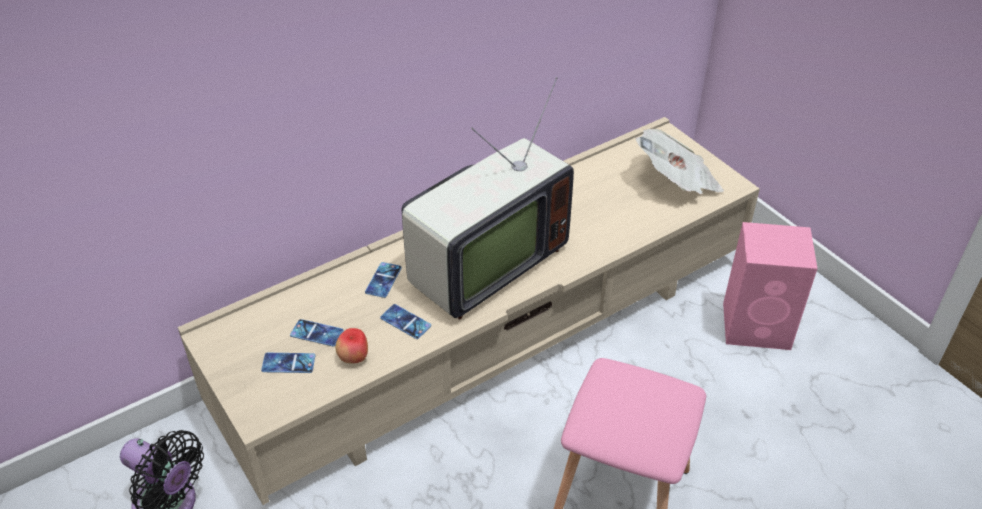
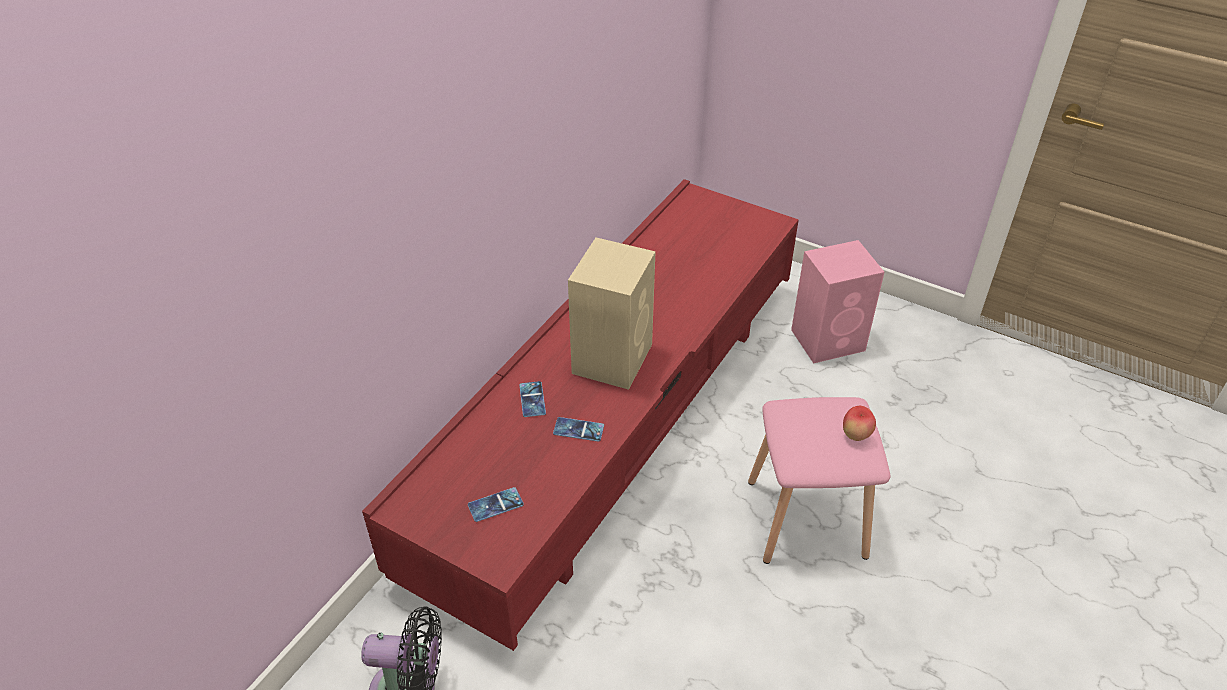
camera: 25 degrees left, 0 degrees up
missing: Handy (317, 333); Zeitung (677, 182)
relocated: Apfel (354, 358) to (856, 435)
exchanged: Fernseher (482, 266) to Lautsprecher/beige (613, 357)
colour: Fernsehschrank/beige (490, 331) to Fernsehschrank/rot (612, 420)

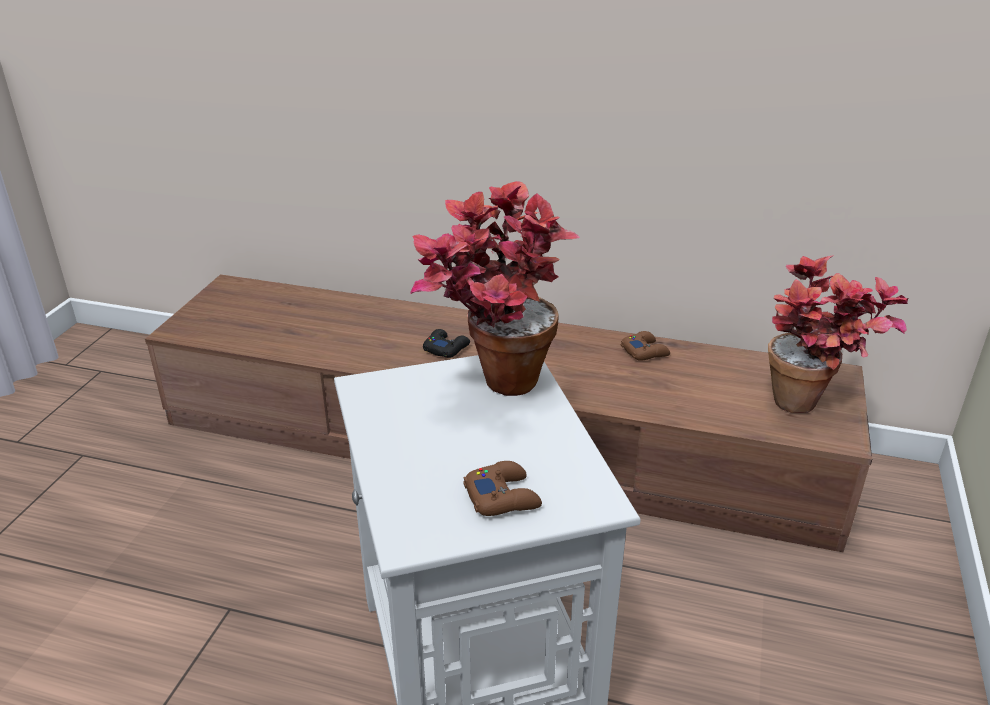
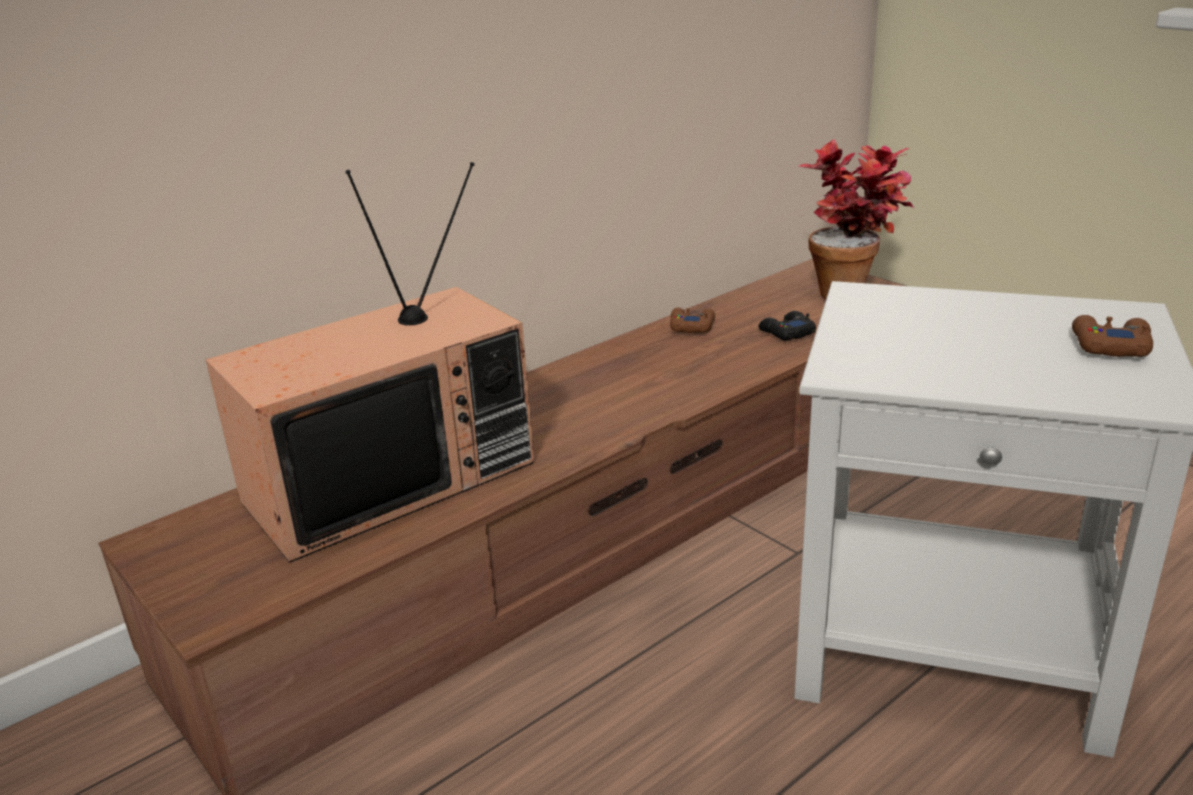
camera: 55 degrees left, 5 degrees down
missing: Topfpflanze (491, 386)
appeared: Fernseher (391, 479)
relocated: Gamepad/schwarz (446, 348) to (786, 332)

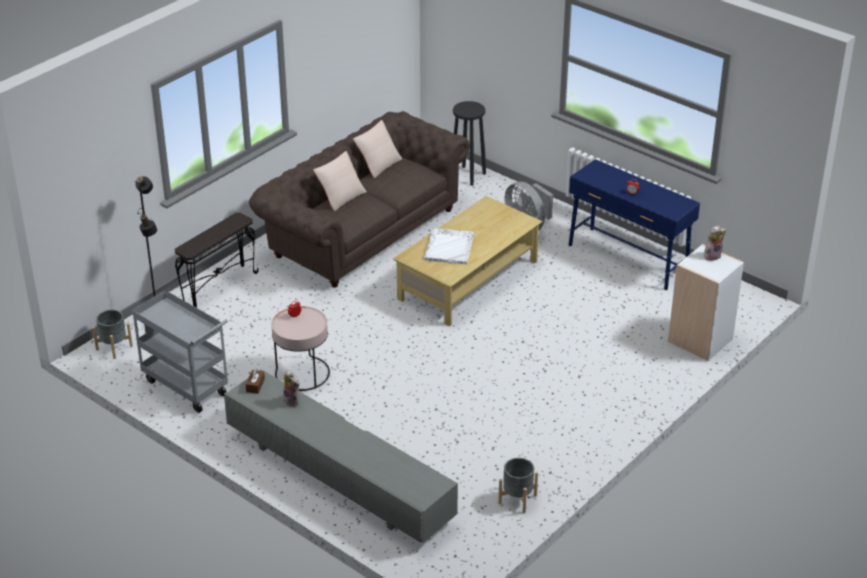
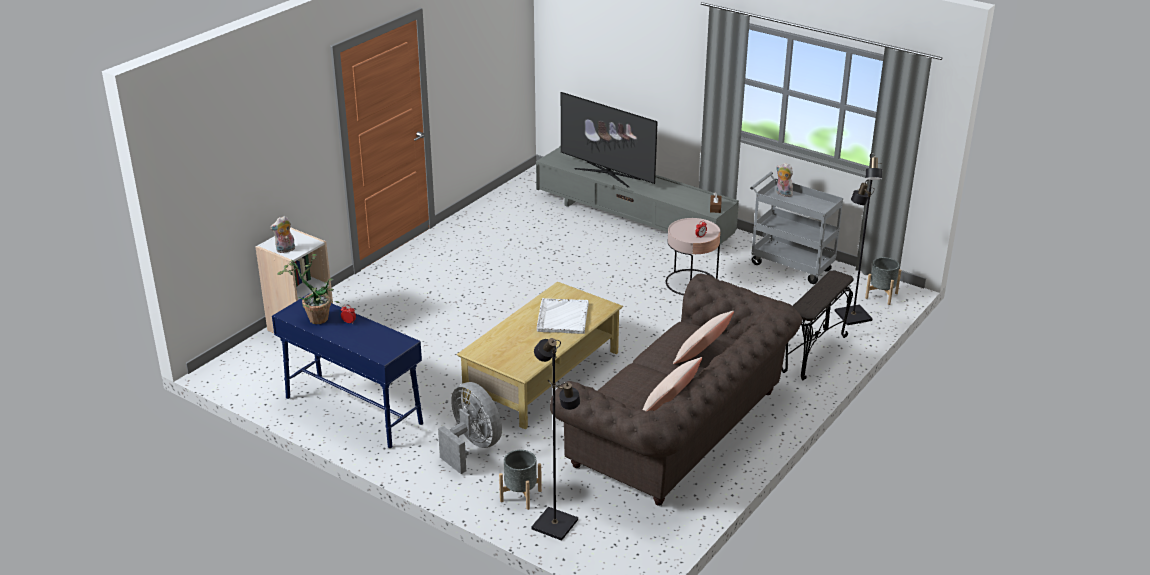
camera: 175 degrees right, 5 degrees down
appeared: Topfpflanze (316, 316); Fernseher (607, 174)
relocated: Plüschtier (293, 401) to (782, 194); Pflanzkübel/grau (517, 499) to (520, 495)
exchanged: Hocker/schwarz (468, 176) to Stehlampe/schwarz (555, 524)

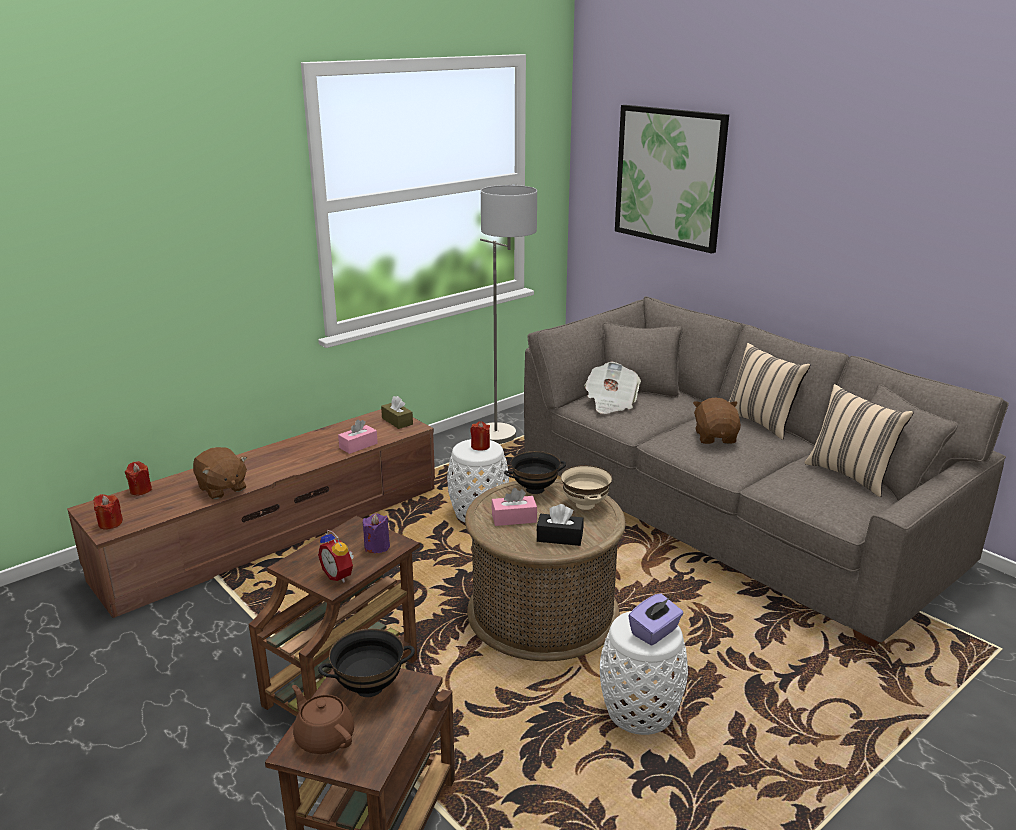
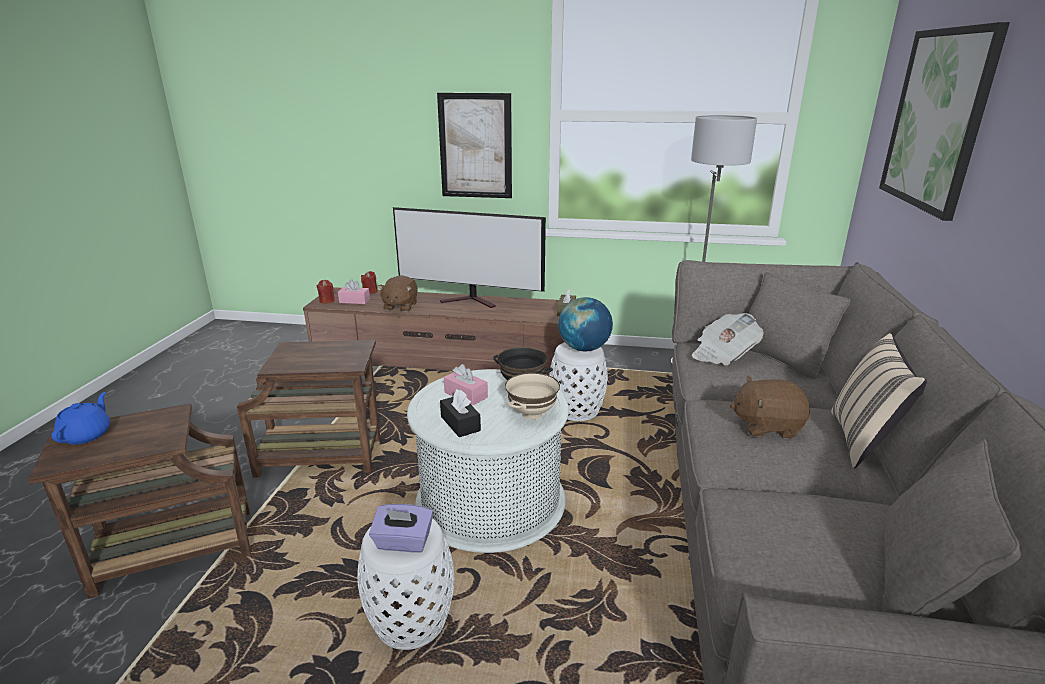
camera: 50 degrees right, 0 degrees up
missing: Wecker (339, 575); Schüssel/schwarz (369, 688); Kerze/lila (377, 547); Kissen/beige (850, 475)
appeared: Fernseher (472, 301); Bild (475, 146)
relocated: Taschentuchbox/rosa (358, 445) to (354, 301)
exchanged: Kerze/rot (480, 446) to Globus (584, 349)
colour: Teekanne/braun (324, 737) to Teekanne/blau (87, 435); Couchtisch/braun (543, 612) to Couchtisch/weiß (491, 500)
spun: Plüschtier/braun (715, 437) = (766, 426) 135 degrees counterclockwise

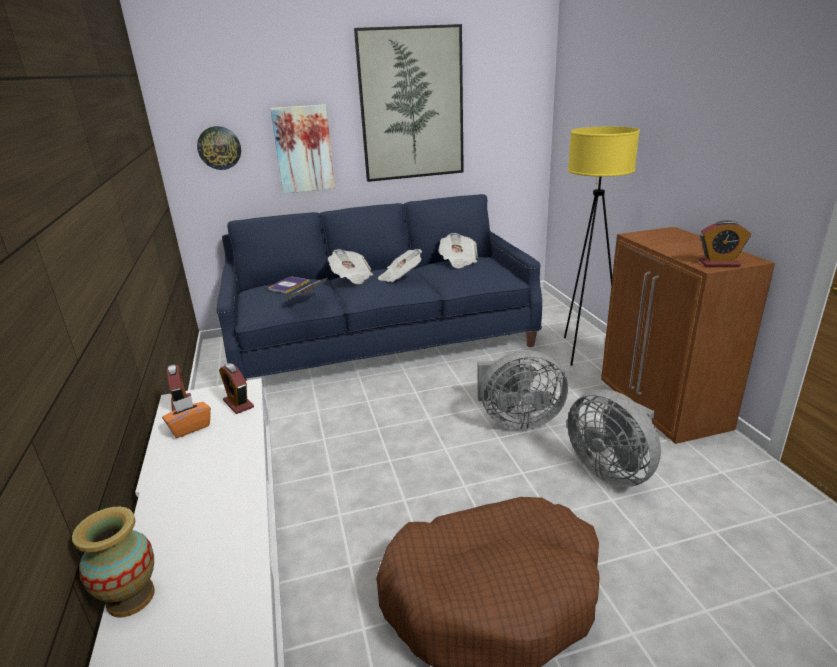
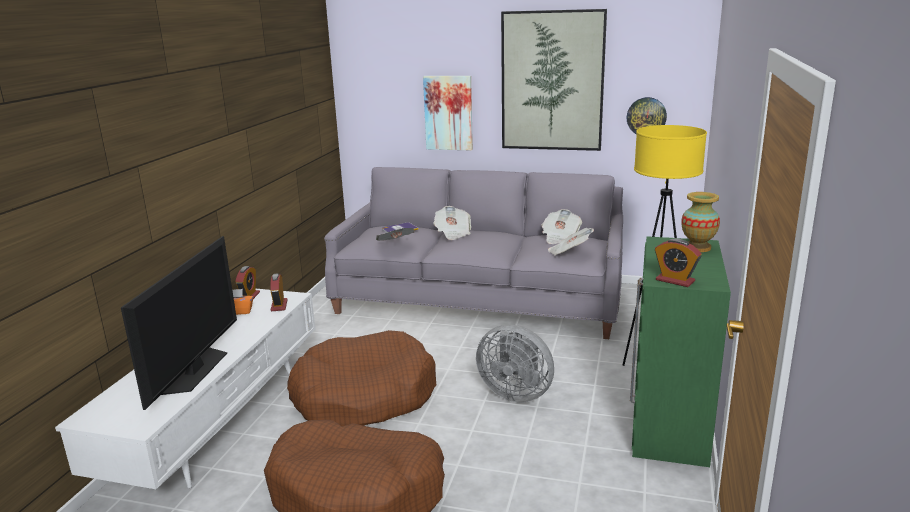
camera: 30 degrees right, 5 degrees down
missing: Ventilator/grau (611, 470)
appeared: Fernseher (195, 370); Hundebett/braun (364, 396)
relocated: Vase (131, 598) to (697, 247); Wanduhr (219, 148) to (646, 116); Zeitung (400, 277) to (569, 252)
colour: Sofa/blau (382, 341) to Sofa/grau (480, 299); Schrank/braun (663, 403) to Schrank/grün (669, 422)

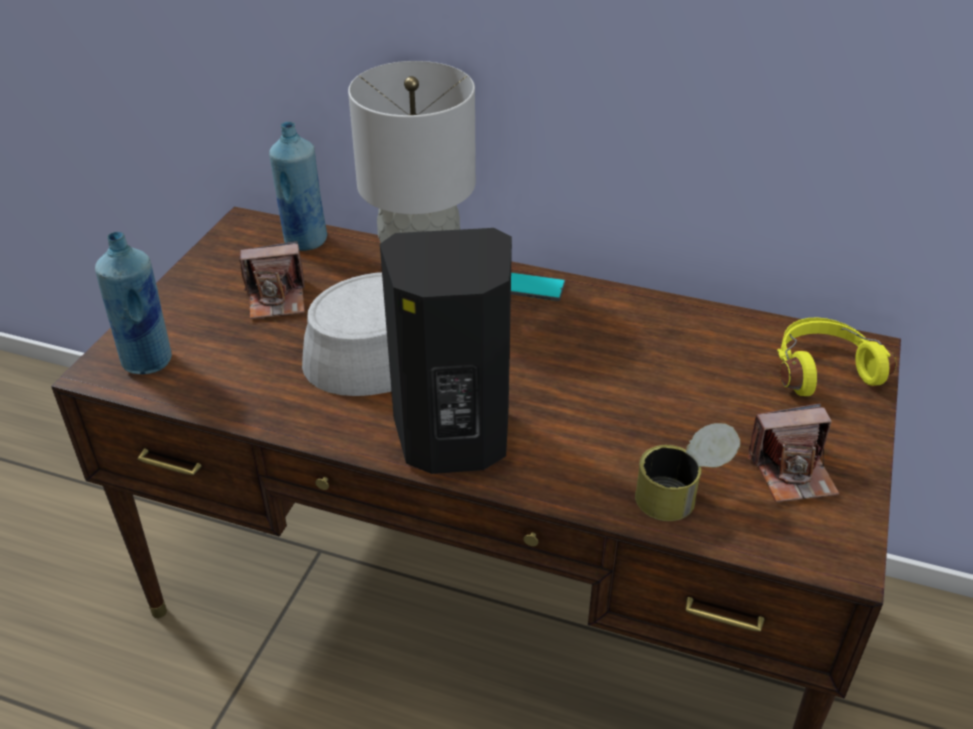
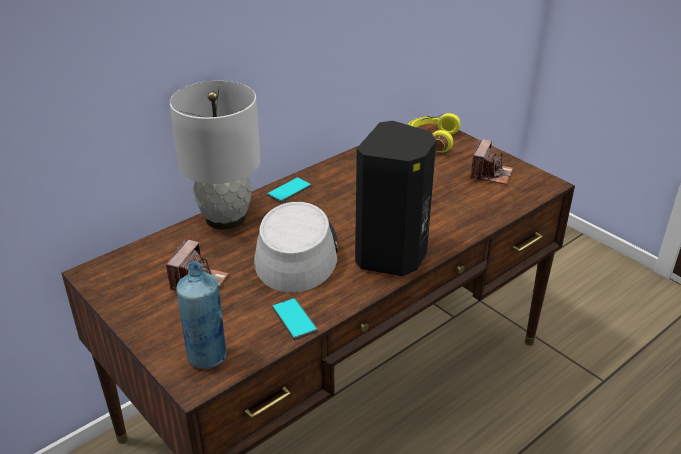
camera: 60 degrees left, 5 degrees down
missing: Flasche/blau (305, 241); Dose (682, 494)
appeared: Handy (294, 319)

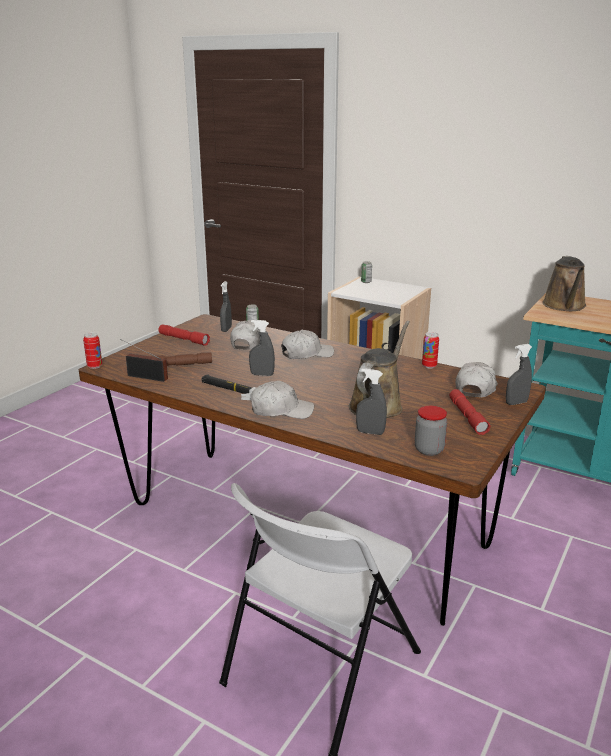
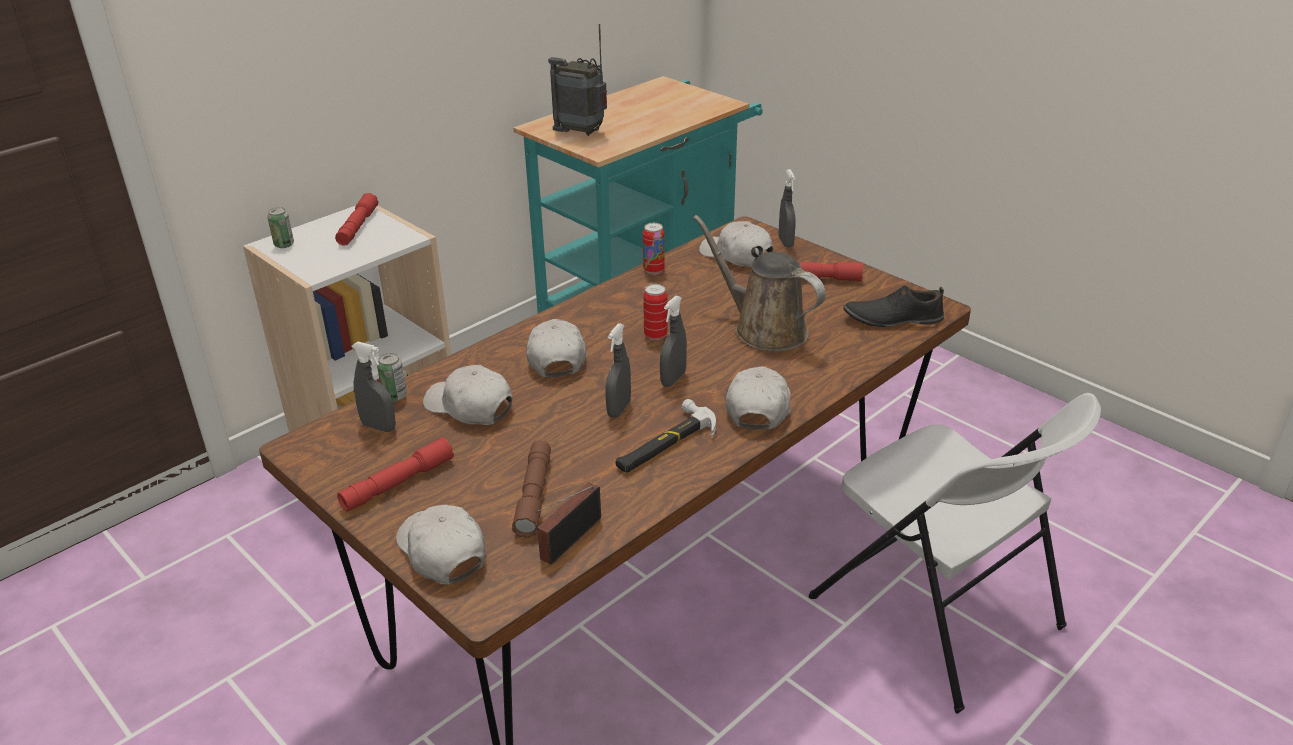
camera: 75 degrees left, 10 degrees up
appeared: Taschenlampe/rot (358, 227); Kappe/weiß (442, 552)
relocated: Dose (94, 366) to (655, 335); Sprühflasche/grau (370, 432) to (673, 379)
exchanged: Vorratsglas (429, 450) to Schuh/schwarz (892, 318); Gießkanne/braun (565, 306) to Radio (581, 132)

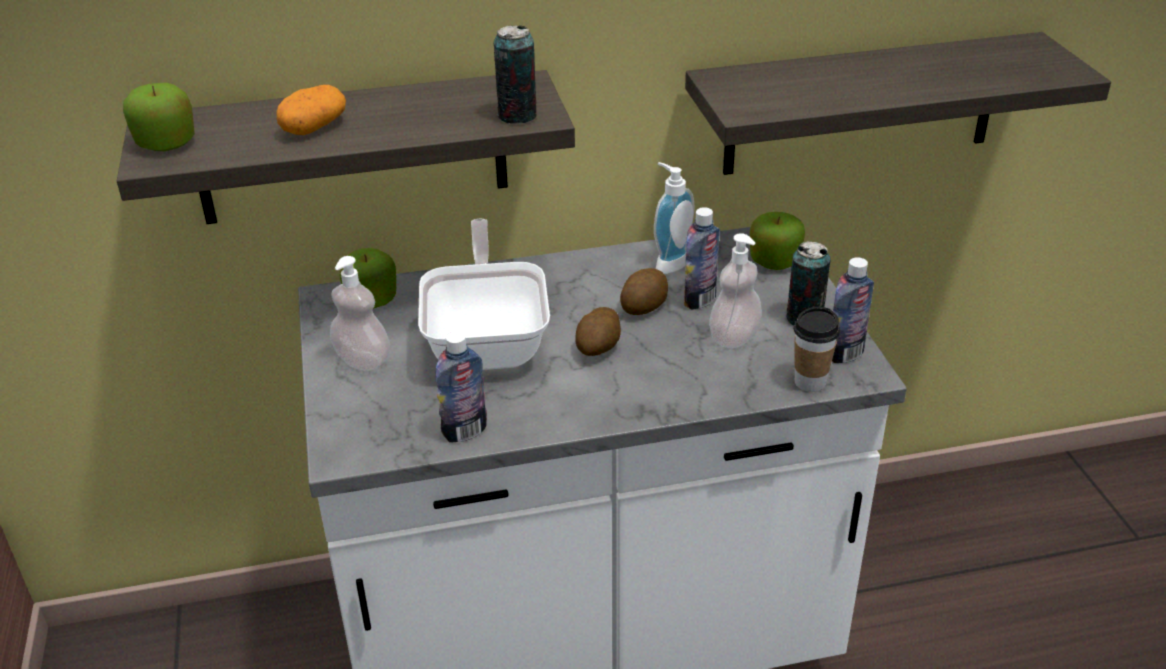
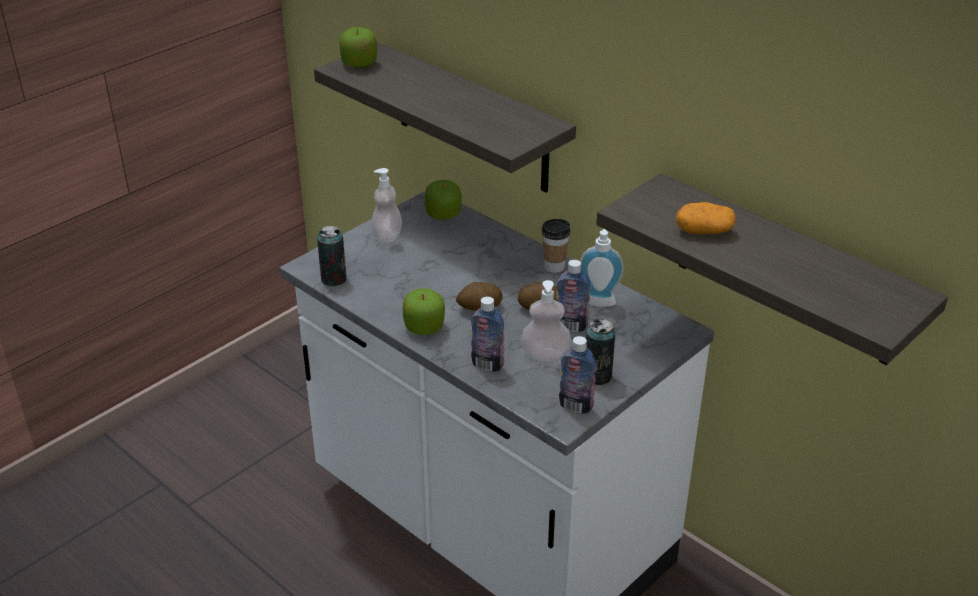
camera: 55 degrees right, 0 degrees up
missing: Pfanne (488, 341)
relocated: Kartoffel (313, 127) to (704, 231); Flasche (465, 431) to (487, 365); Dose (517, 116) to (333, 279); Apfel (774, 261) to (424, 327); Tasse (810, 382) to (554, 267)

